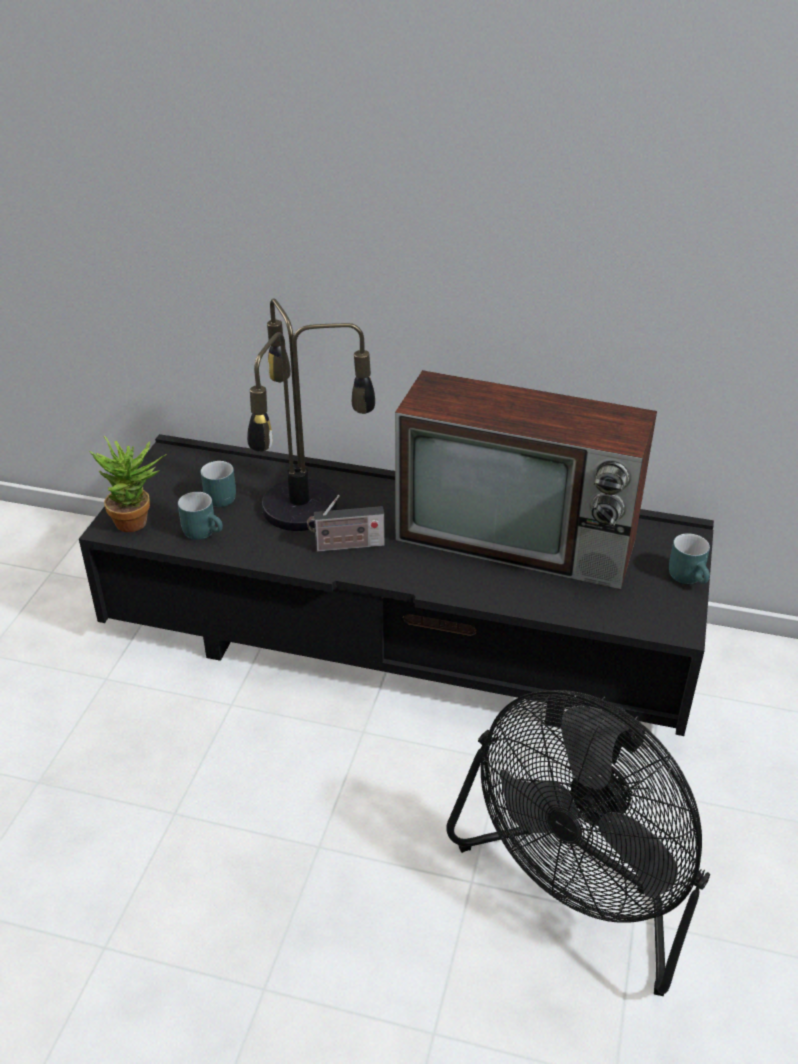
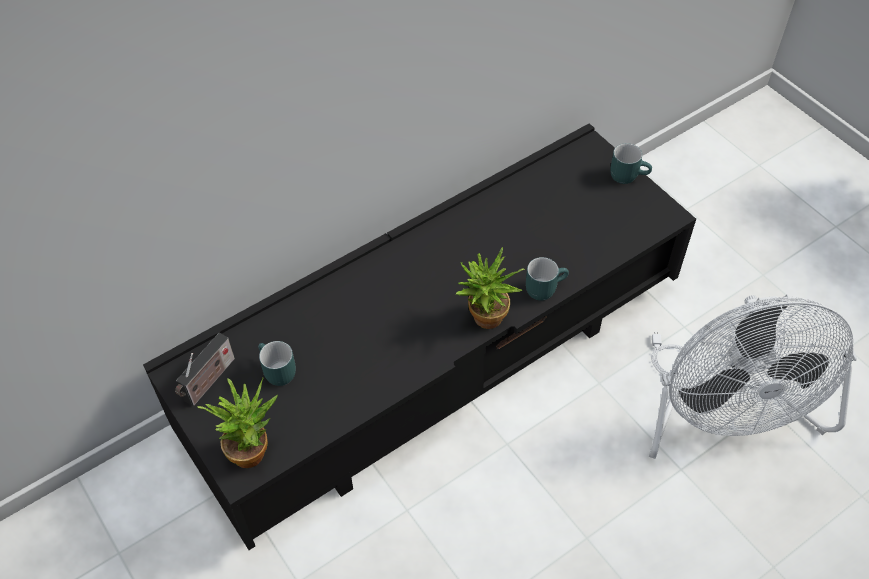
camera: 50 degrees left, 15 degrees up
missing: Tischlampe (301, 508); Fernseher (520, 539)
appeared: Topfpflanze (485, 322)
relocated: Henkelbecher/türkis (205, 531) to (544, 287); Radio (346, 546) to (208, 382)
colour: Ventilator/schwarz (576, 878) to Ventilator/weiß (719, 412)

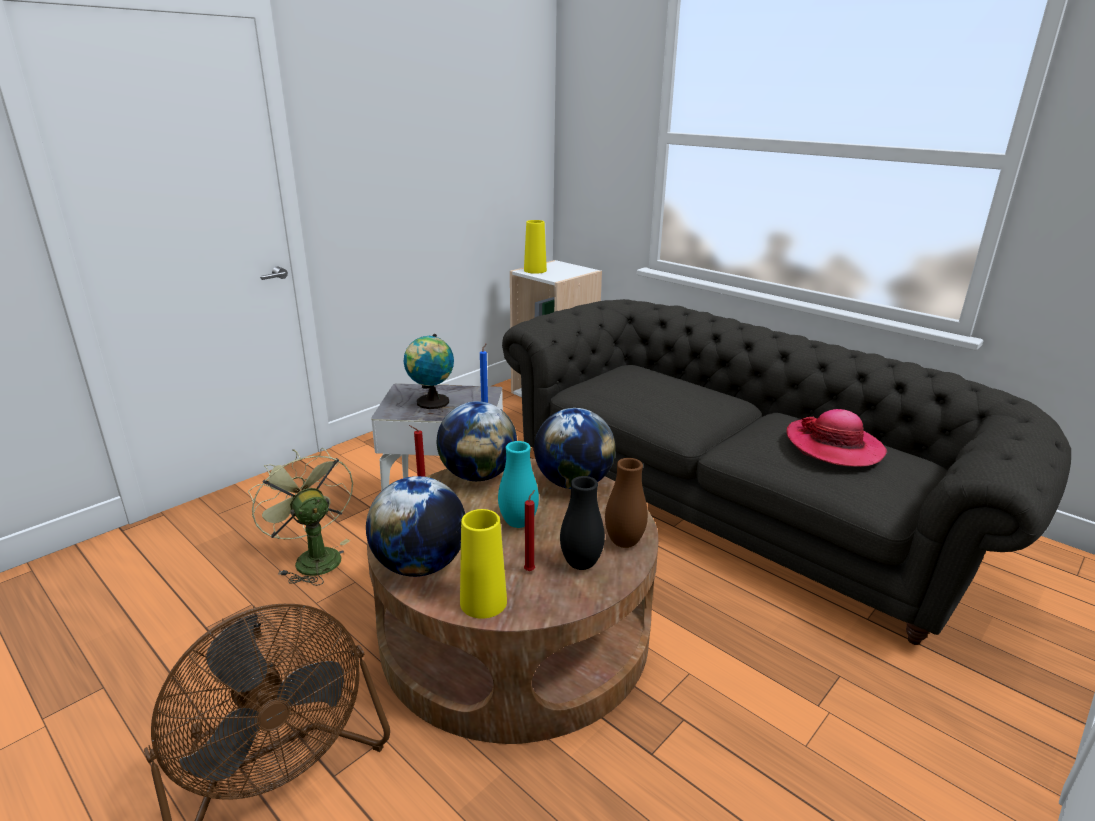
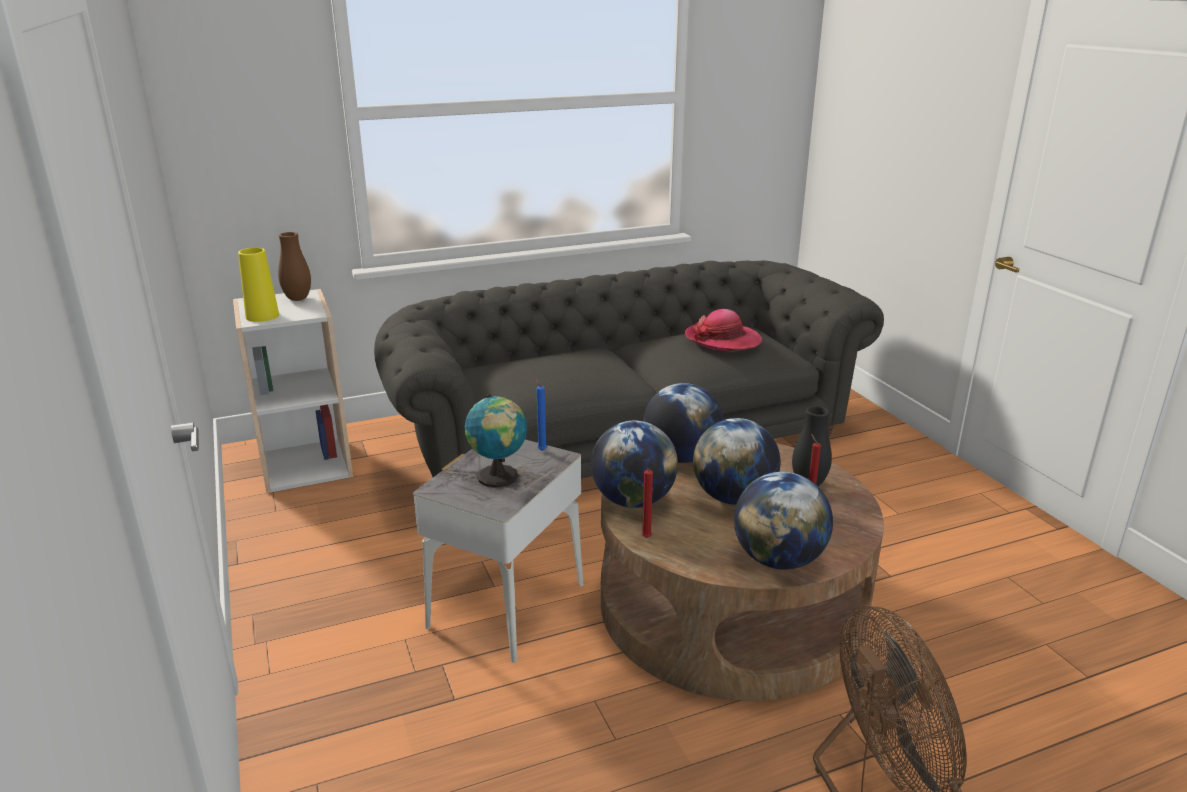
camera: 65 degrees left, 0 degrees up
missing: Ventilator/grün (312, 557); Vase/gelb (483, 602)
relocated: Vase/braun (624, 542) to (298, 299)
exchanged: Vase/türkis (518, 523) to Globus (733, 498)

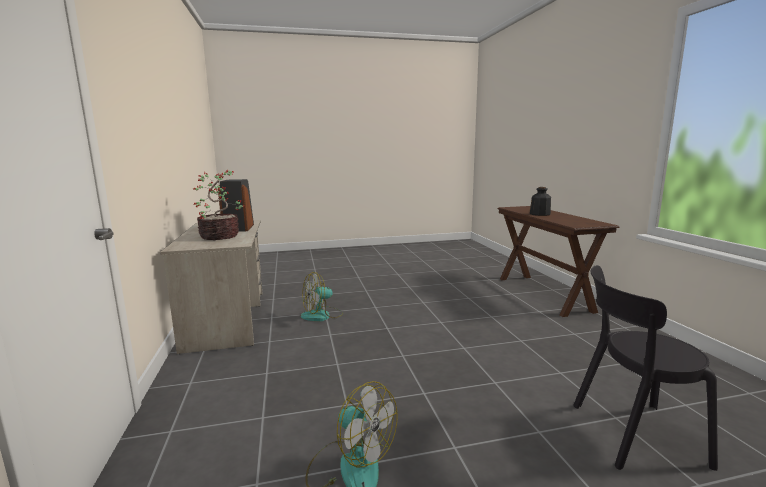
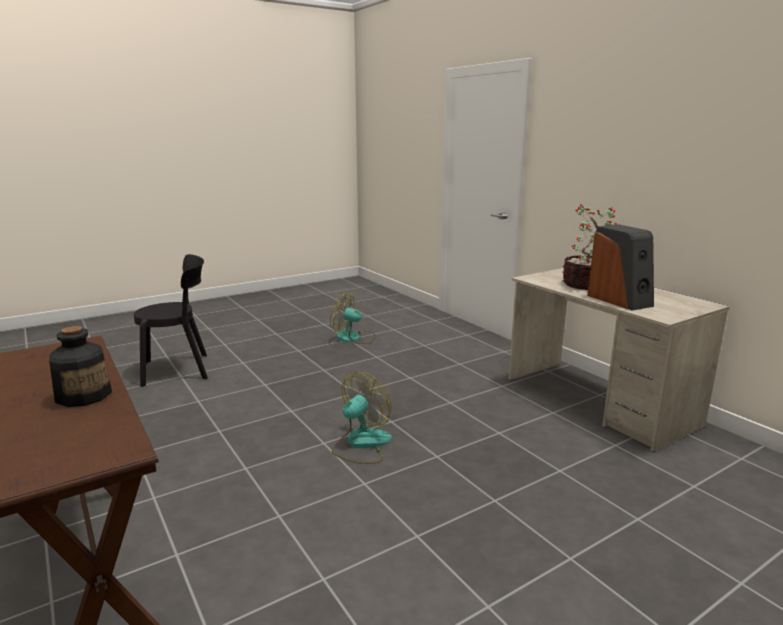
camera: 160 degrees right, 5 degrees up
relocated: Ventilator (322, 315) to (361, 444)

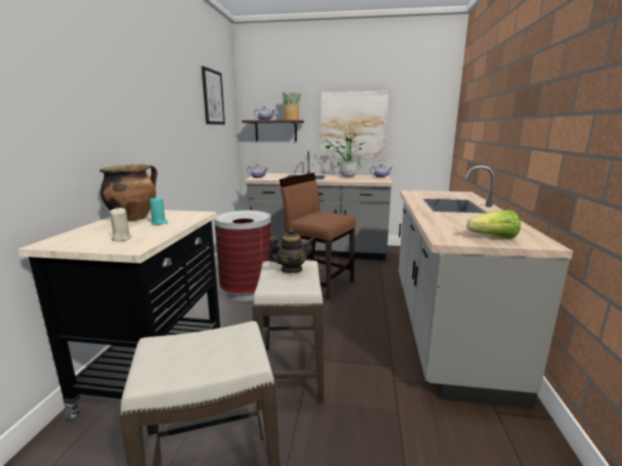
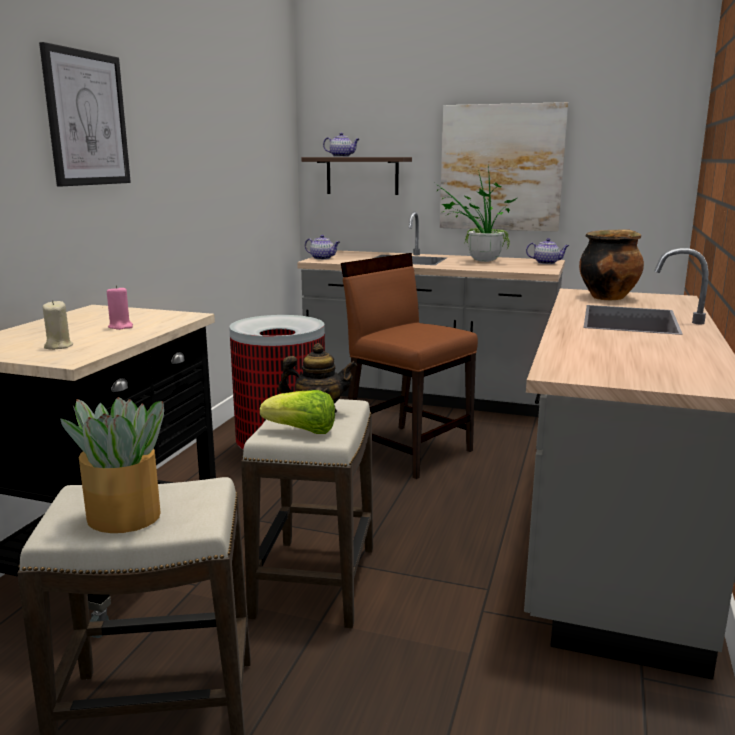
camera: 10 degrees right, 0 degrees up
relocated: Kochtopf (134, 218) to (608, 297); Bild (213, 97) to (87, 119); Topfpflanze (291, 120) to (125, 516); Salatkopf (494, 238) to (302, 431)
colour: Kerze/türkis (159, 223) to Kerze/rosa (120, 327)

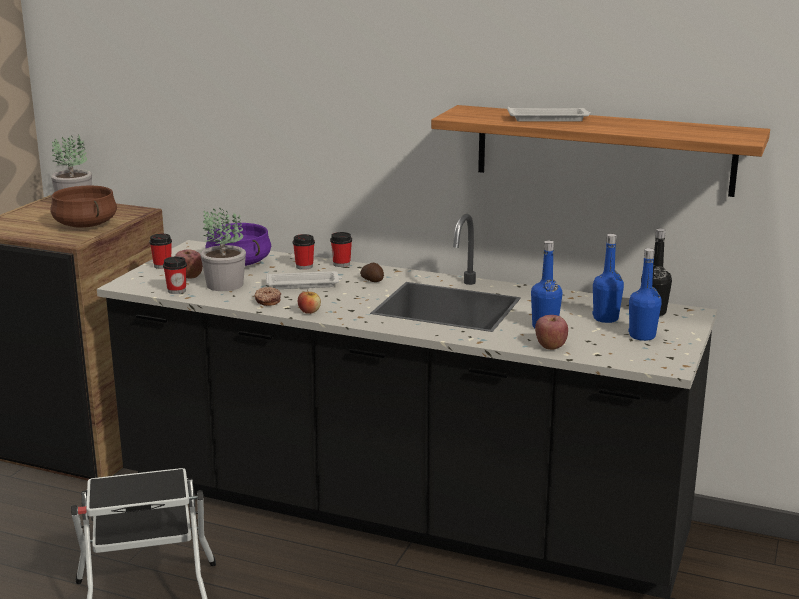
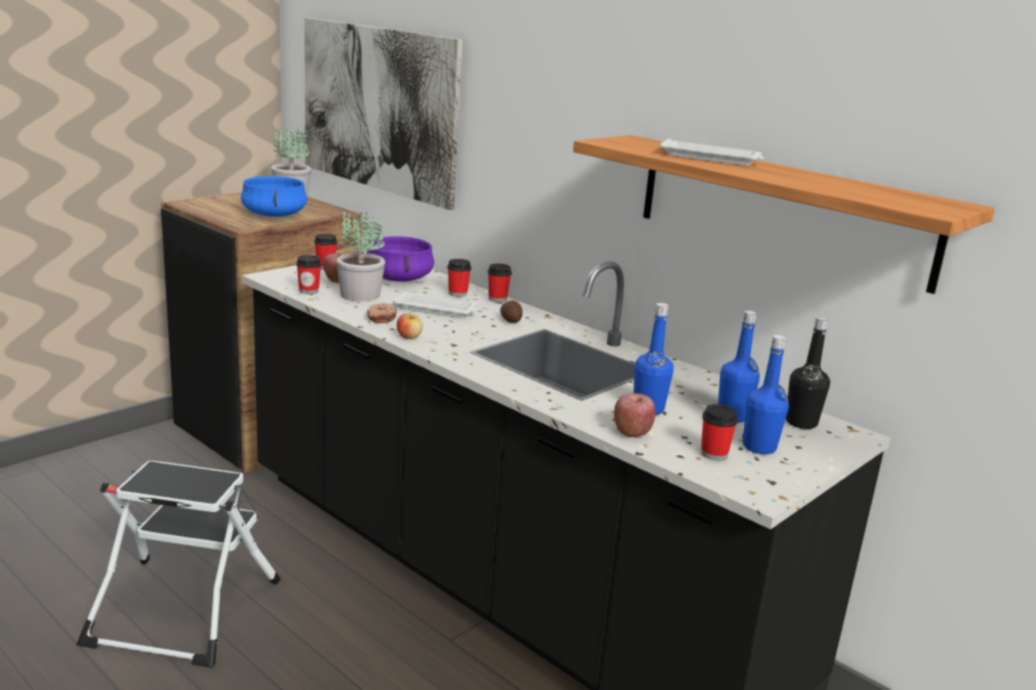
camera: 20 degrees right, 0 degrees up
appeared: Bild (378, 109); Tasse (714, 454)
colour: Kochtopf/braun (86, 225) to Kochtopf/blau (275, 215)

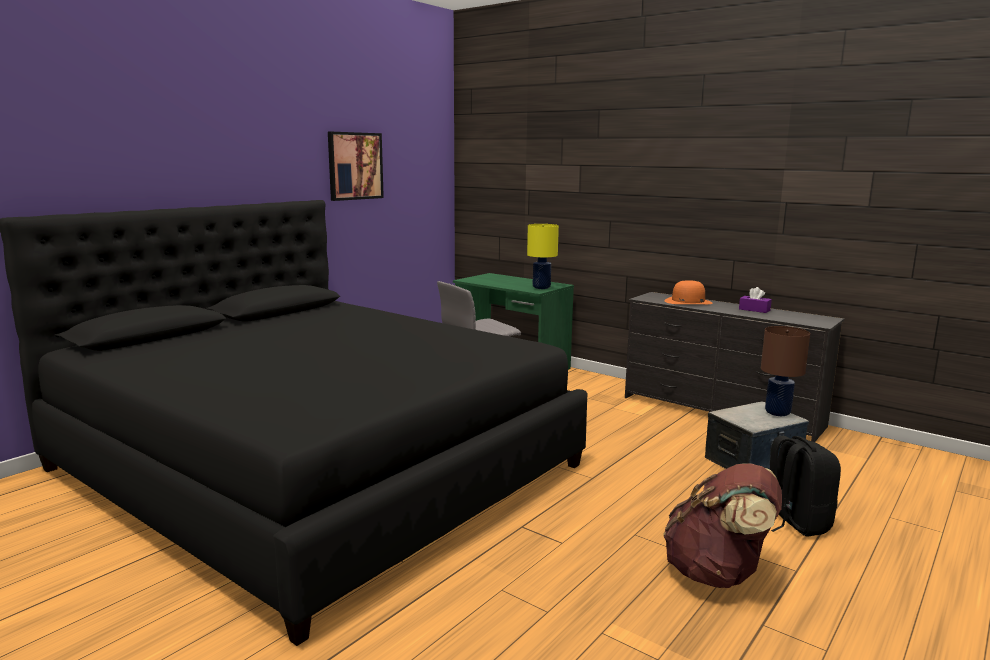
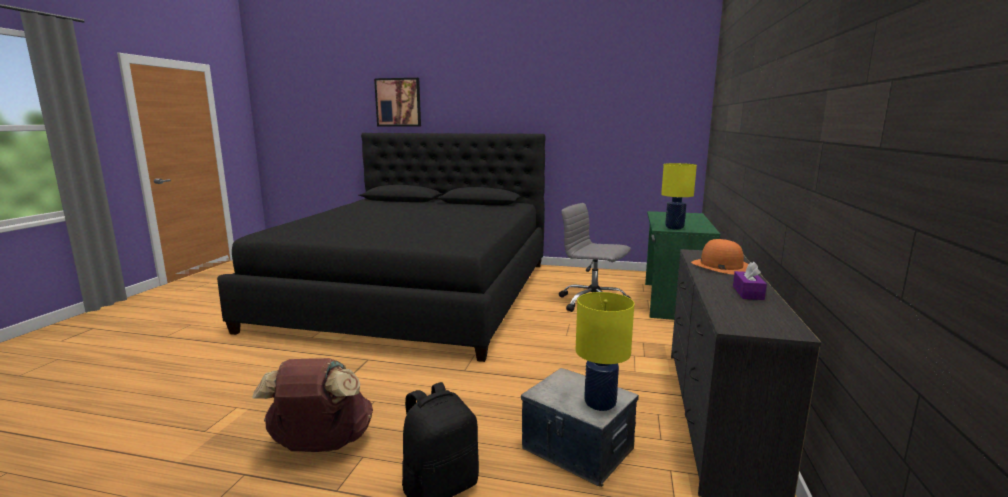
camera: 65 degrees right, 0 degrees up
relocated: Bild (355, 166) to (398, 102)
colour: Tischlampe/braun (778, 414) to Tischlampe/gelb (600, 405)

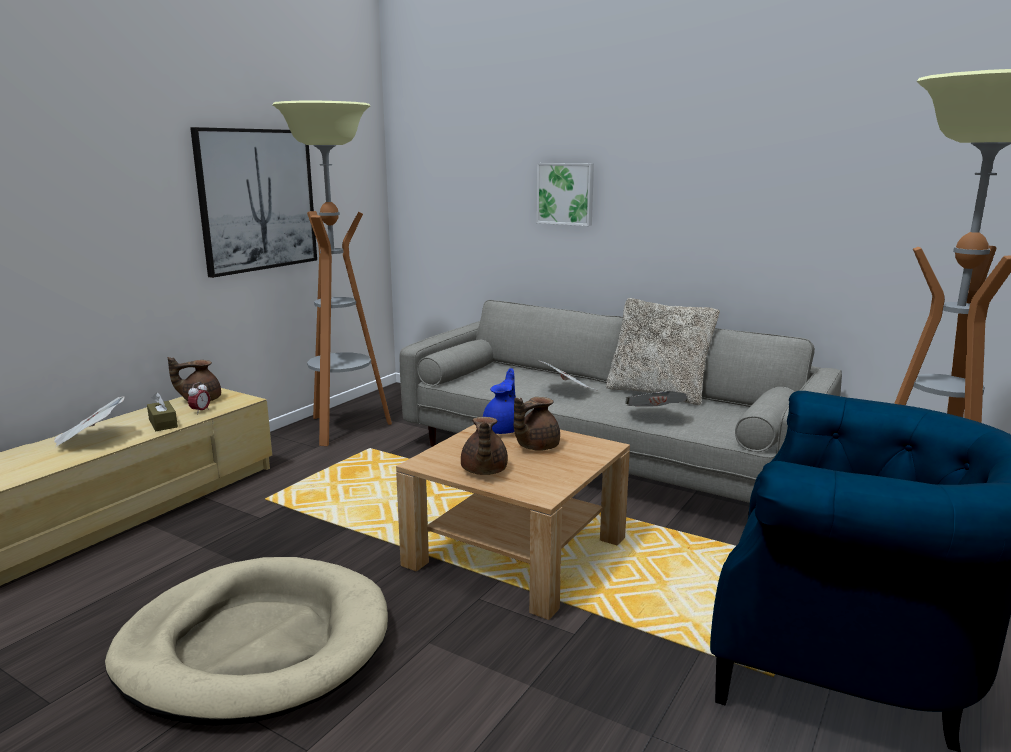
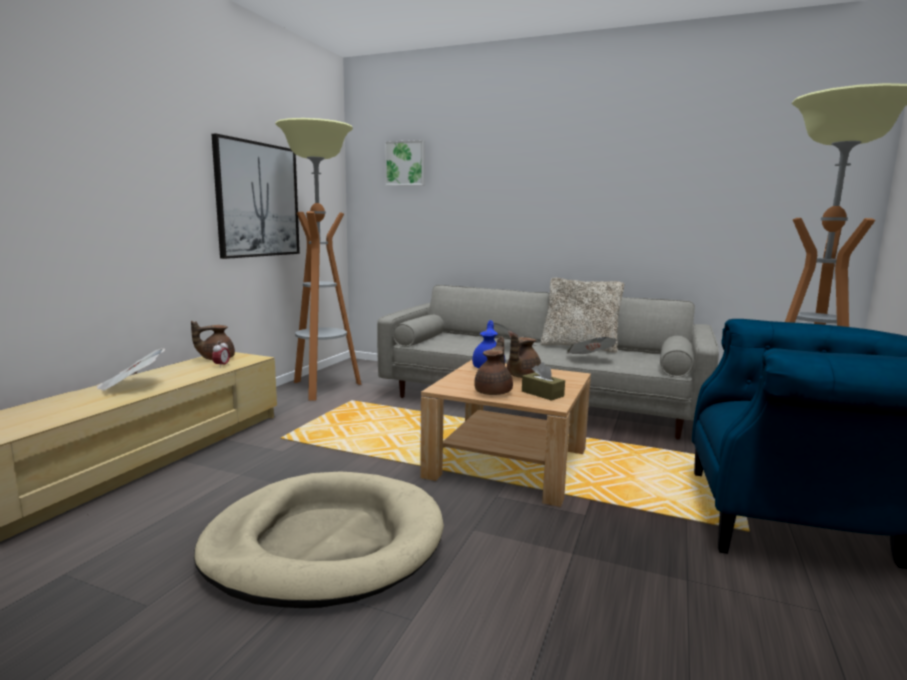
camera: 10 degrees left, 5 degrees down
relocated: Taschentuchbox/braun (163, 423) to (542, 394); Bild (566, 193) to (406, 163)
spun: Teekanne/braun (483, 471) = (494, 392) 150 degrees counterclockwise

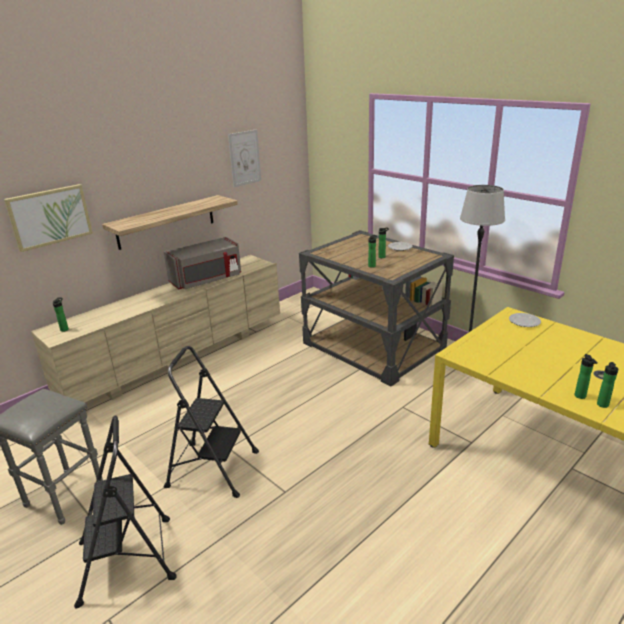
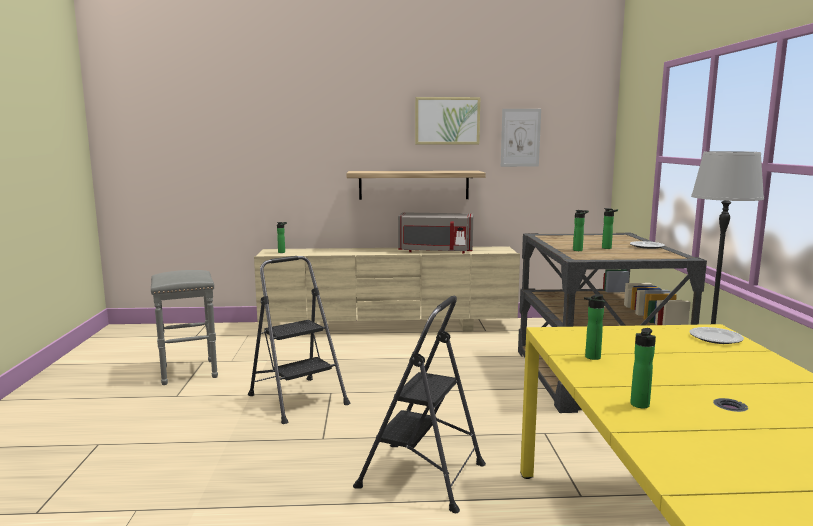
camera: 40 degrees right, 15 degrees down
relocated: Bild (50, 217) to (447, 121); Trittleiter/schwarz (129, 558) to (425, 476); Flasche (603, 405) to (591, 357)

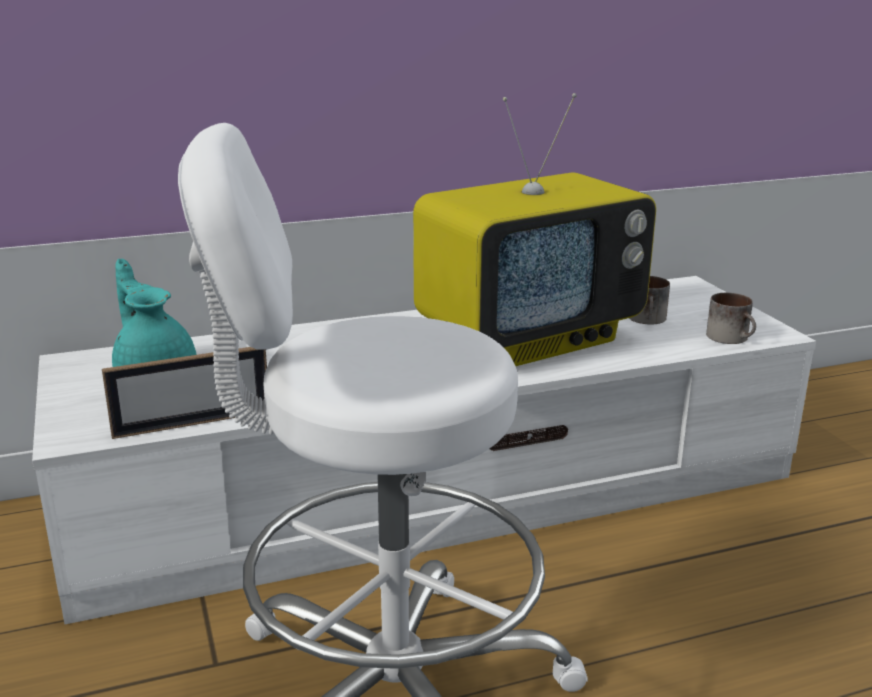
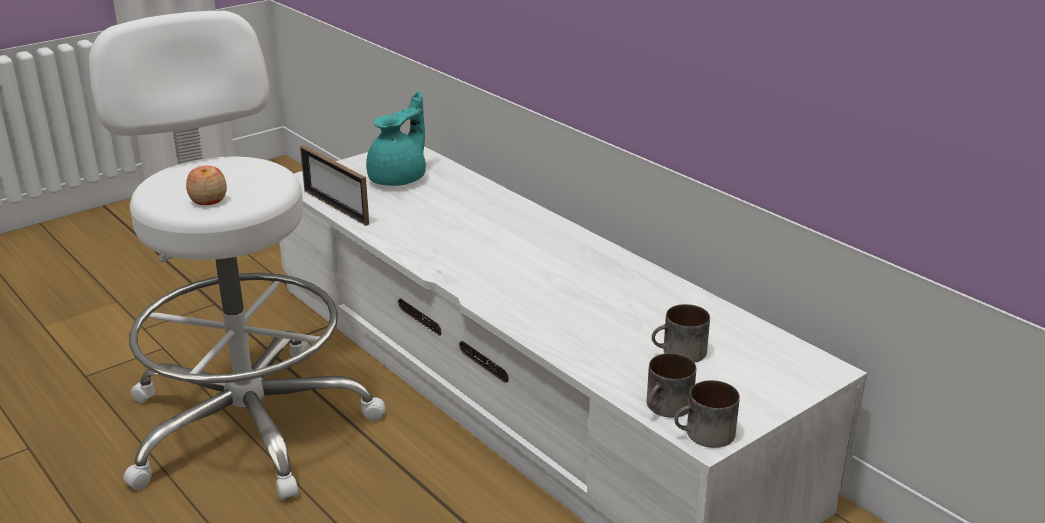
camera: 70 degrees right, 5 degrees up
missing: Fernseher (528, 339)
appeared: Apfel (208, 200); Henkelbecher (705, 435)

